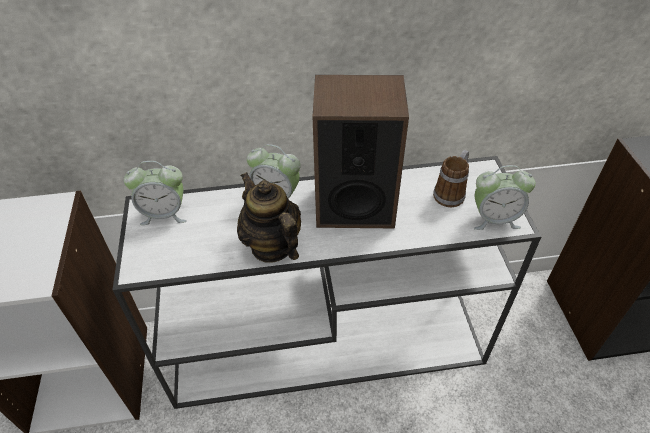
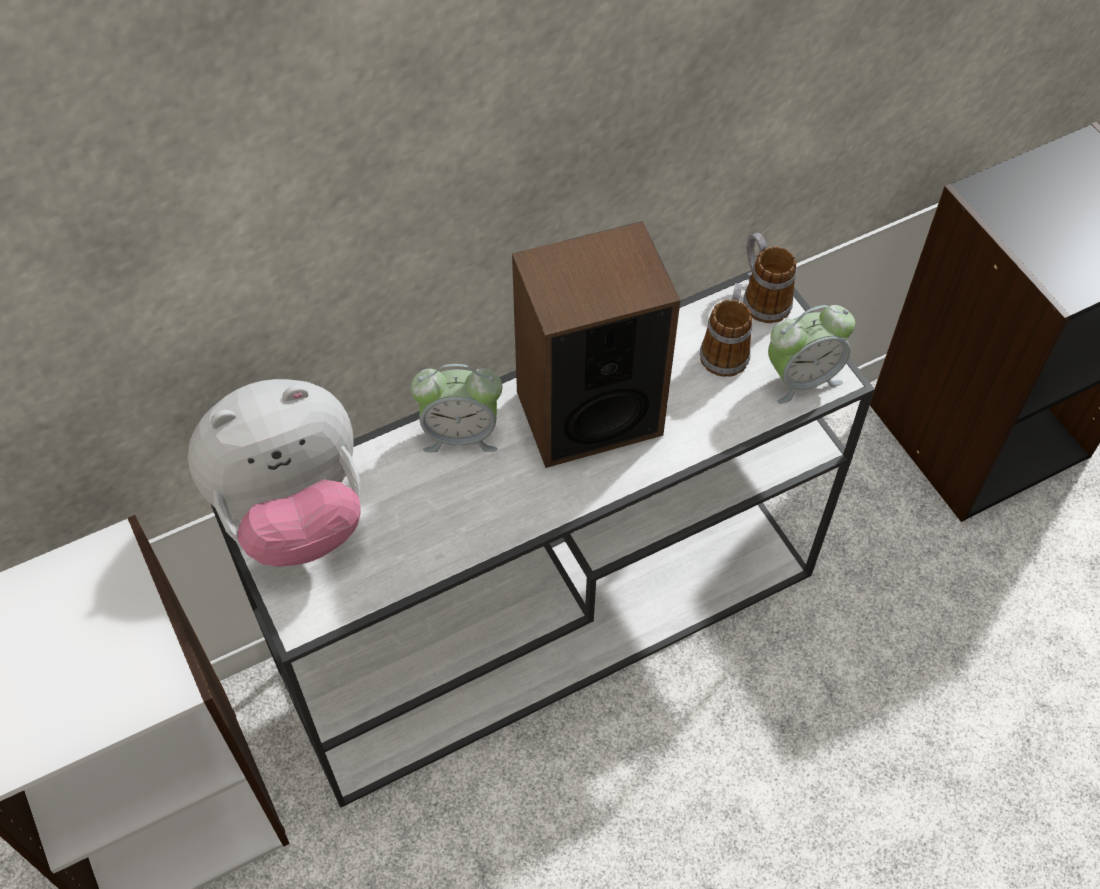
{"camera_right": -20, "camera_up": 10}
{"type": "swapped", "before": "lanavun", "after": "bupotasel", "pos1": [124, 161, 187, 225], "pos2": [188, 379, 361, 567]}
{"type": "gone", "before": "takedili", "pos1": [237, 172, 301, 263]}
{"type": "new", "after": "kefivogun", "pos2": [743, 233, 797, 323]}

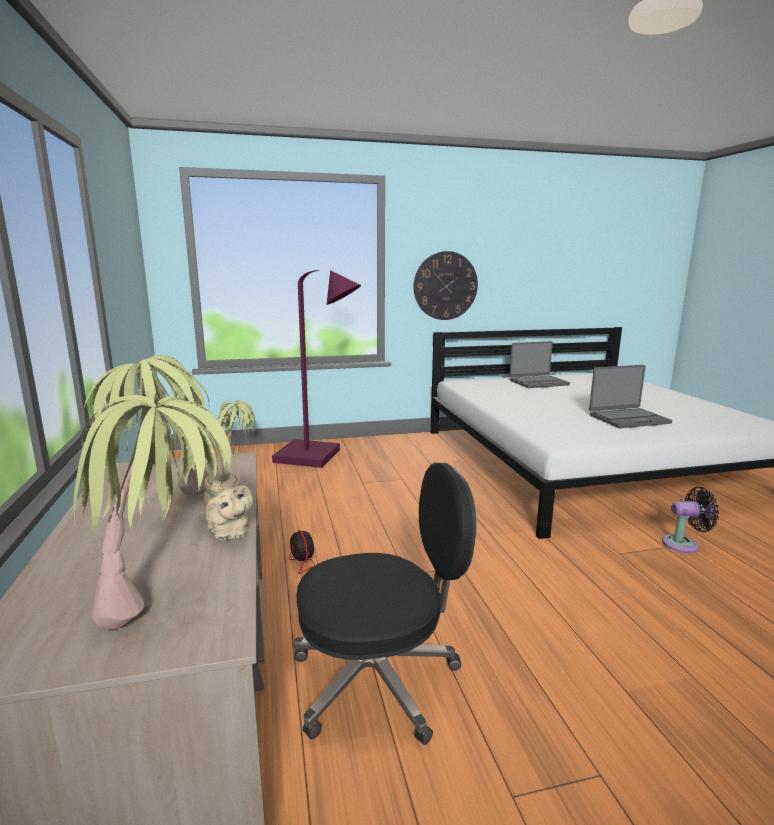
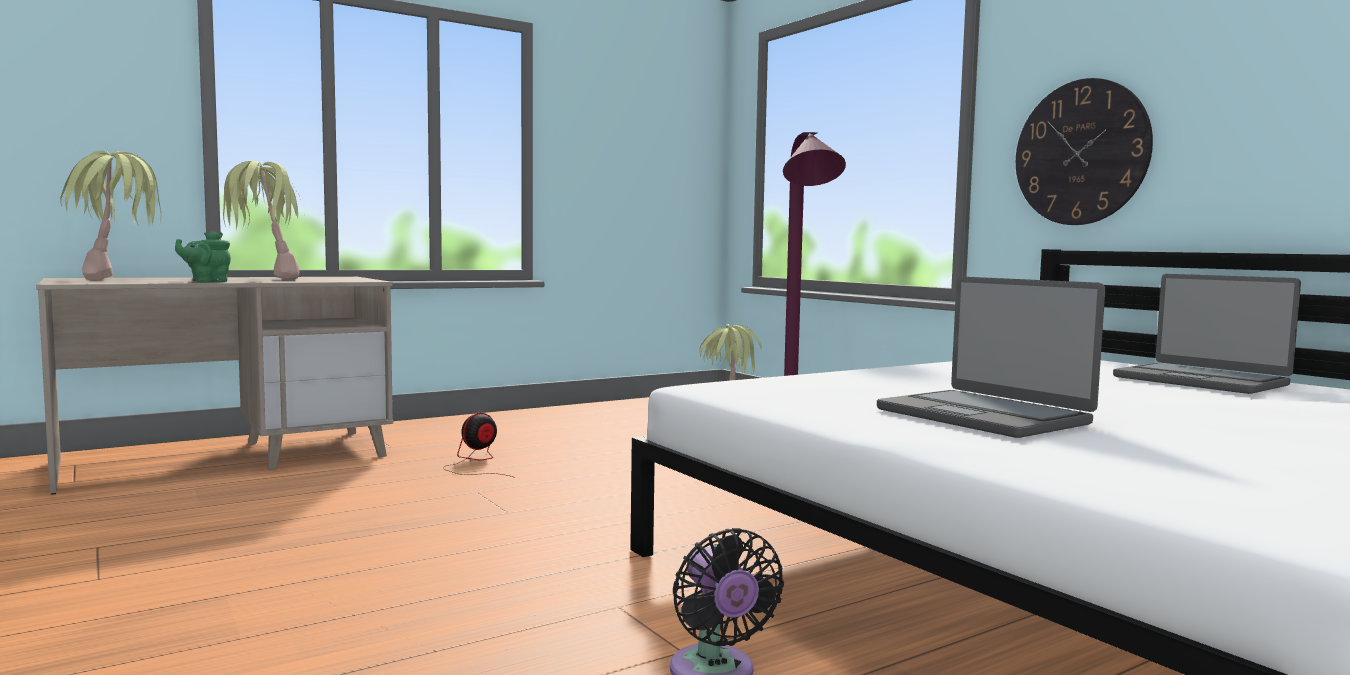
{"camera_right": 70, "camera_up": -10}
{"type": "gone", "before": "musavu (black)", "pos1": [294, 463, 476, 745]}
{"type": "repainted", "before": "takedili (beige)", "after": "takedili (green)", "pos1": [204, 465, 253, 540], "pos2": [175, 231, 231, 282]}

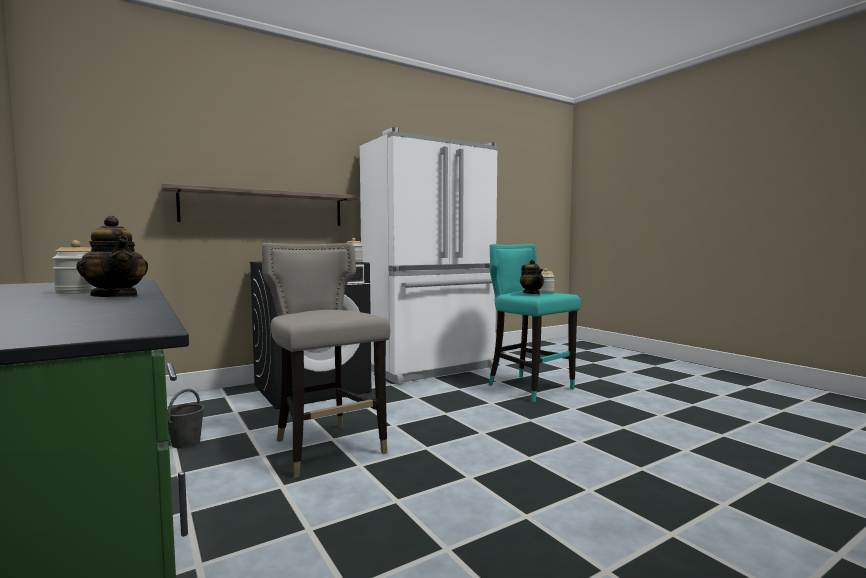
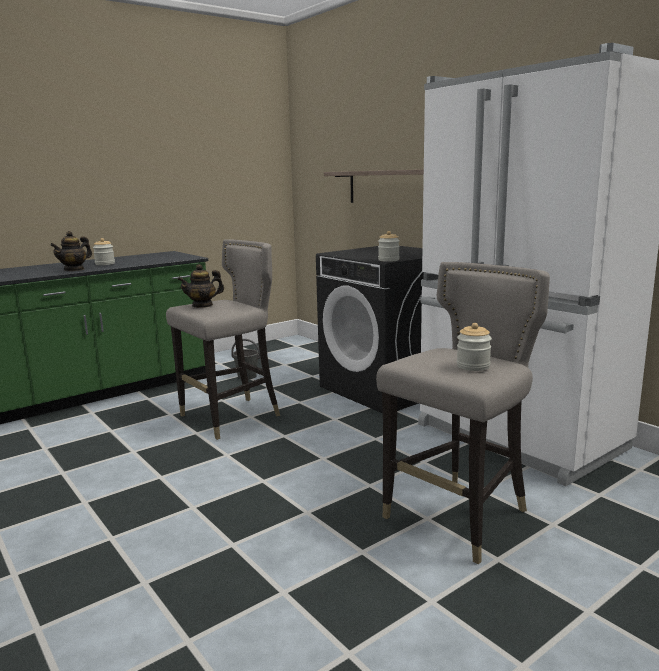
{"camera_right": 85, "camera_up": 10}
{"type": "repainted", "before": "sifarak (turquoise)", "after": "sifarak (grey)", "pos1": [489, 244, 581, 402], "pos2": [376, 262, 550, 564]}
{"type": "shifted", "before": "takedili", "pos1": [520, 259, 544, 294], "pos2": [177, 264, 224, 308]}

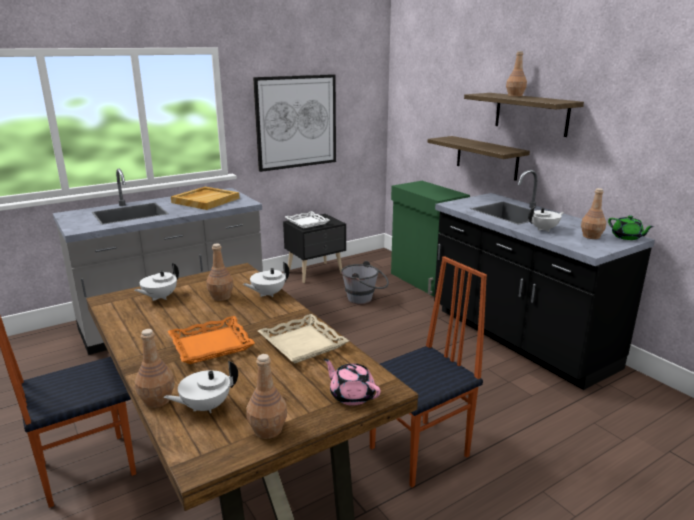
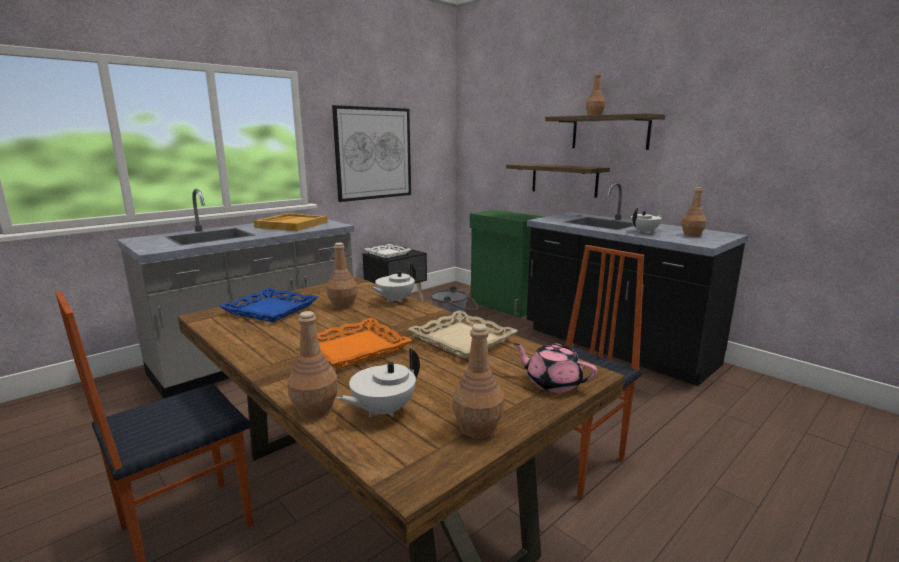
{"camera_right": -10, "camera_up": -5}
{"type": "gone", "before": "takedili (green)", "pos1": [608, 215, 654, 240]}
{"type": "swapped", "before": "takedili (white)", "after": "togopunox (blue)", "pos1": [135, 263, 179, 301], "pos2": [219, 288, 318, 322]}

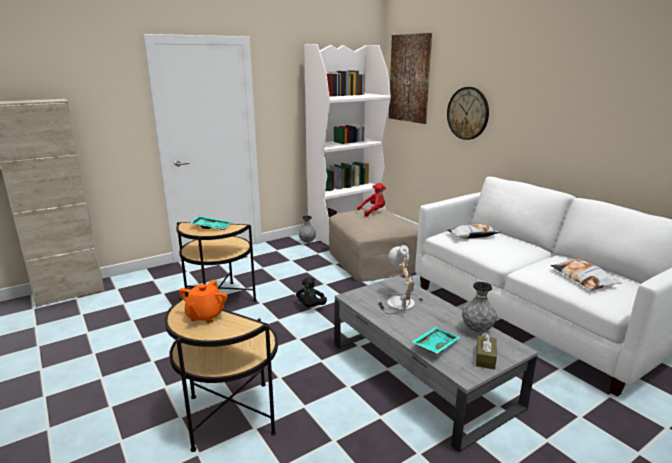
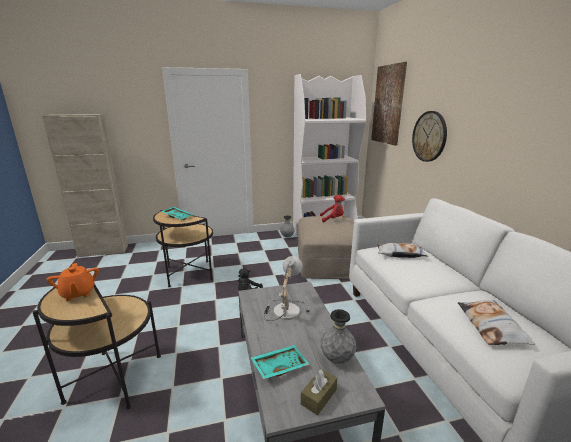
{"camera_right": 20, "camera_up": 0}
{"type": "rotated", "before": "takedili (orange)", "pos1": [179, 280, 227, 323], "pos2": [46, 263, 99, 301], "turn": -60}

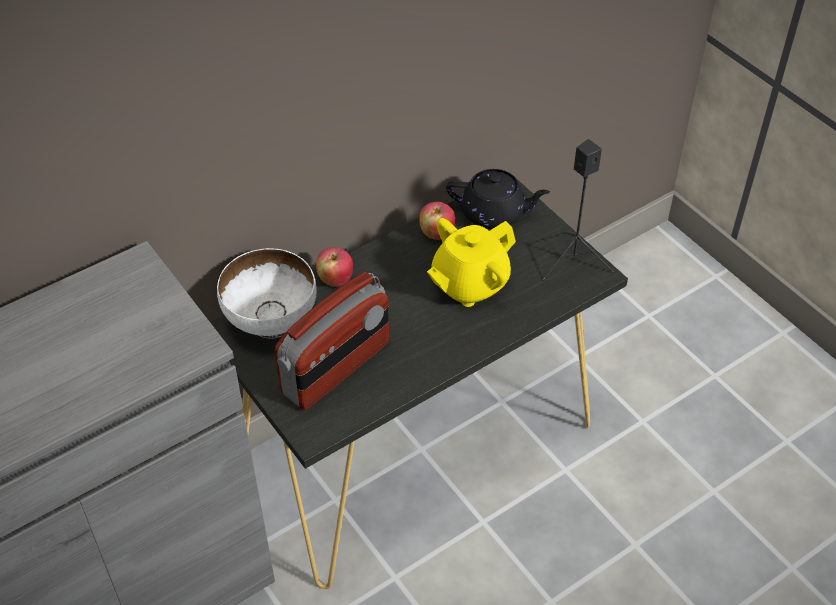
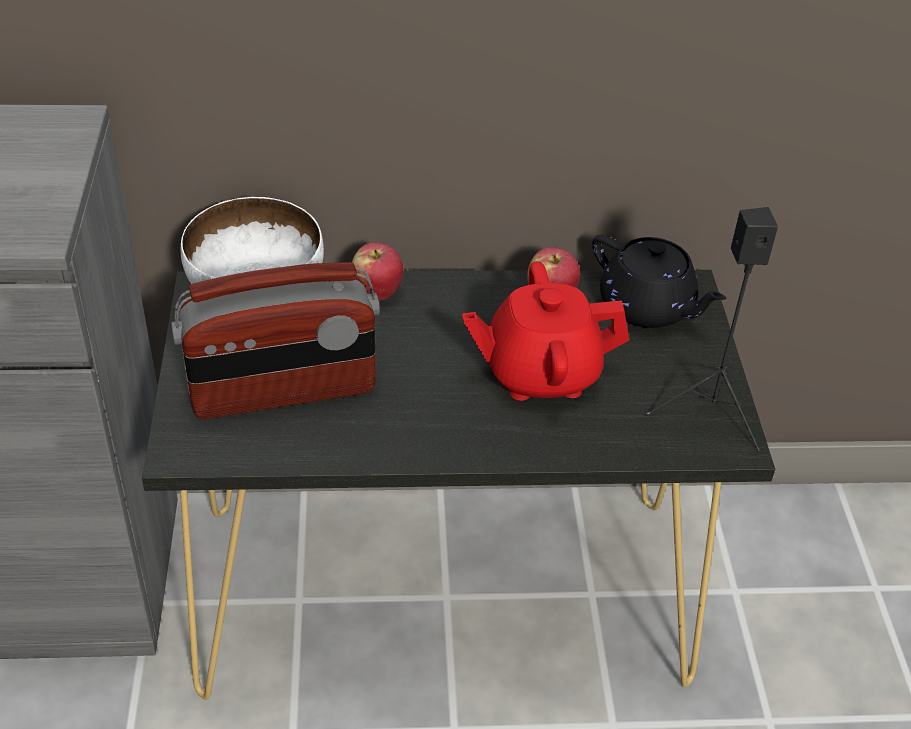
{"camera_right": 30, "camera_up": -5}
{"type": "repainted", "before": "takedili (yellow)", "after": "takedili (red)", "pos1": [427, 218, 516, 307], "pos2": [462, 261, 629, 401]}

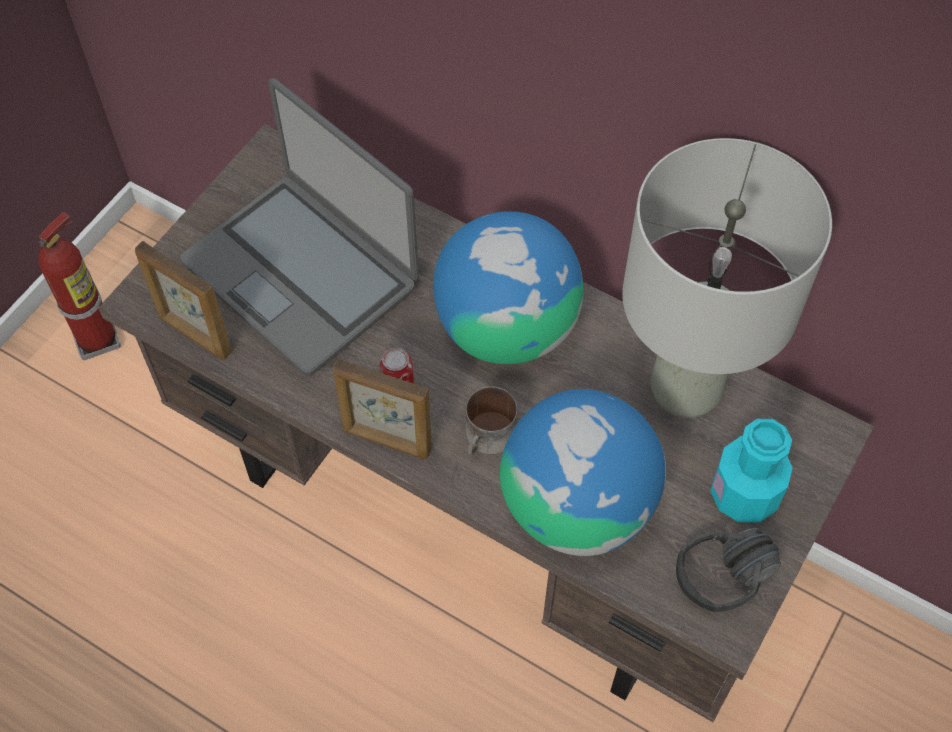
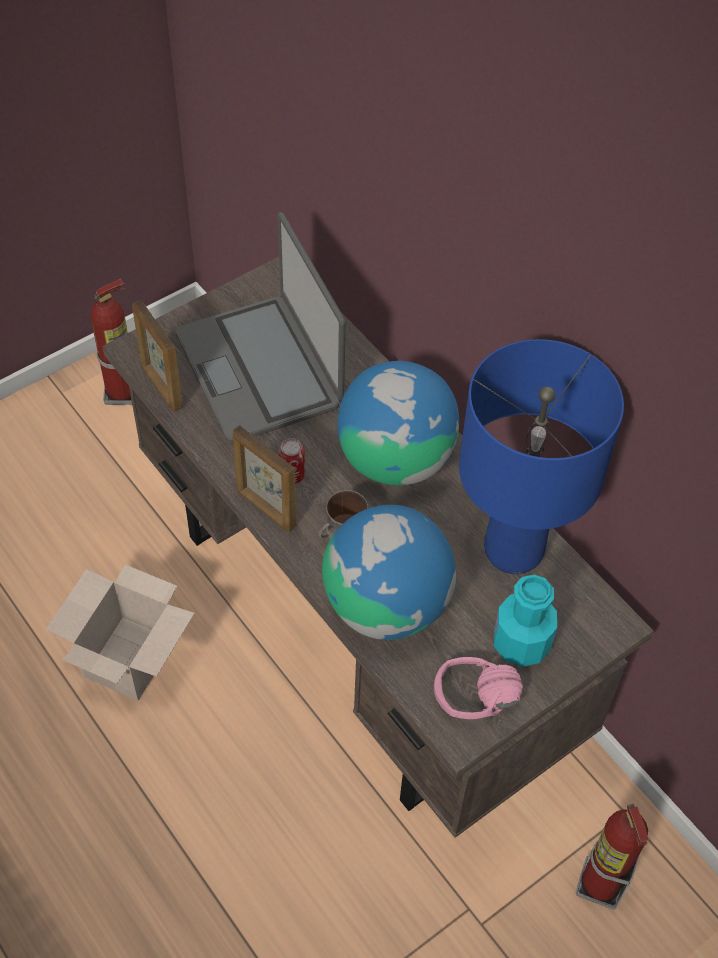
{"camera_right": 20, "camera_up": -5}
{"type": "repainted", "before": "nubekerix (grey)", "after": "nubekerix (blue)", "pos1": [622, 138, 832, 418], "pos2": [459, 339, 624, 574]}
{"type": "repainted", "before": "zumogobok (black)", "after": "zumogobok (pink)", "pos1": [676, 528, 781, 612], "pos2": [434, 657, 523, 719]}
{"type": "new", "after": "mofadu", "pos2": [46, 565, 195, 701]}
{"type": "new", "after": "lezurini", "pos2": [576, 804, 649, 910]}

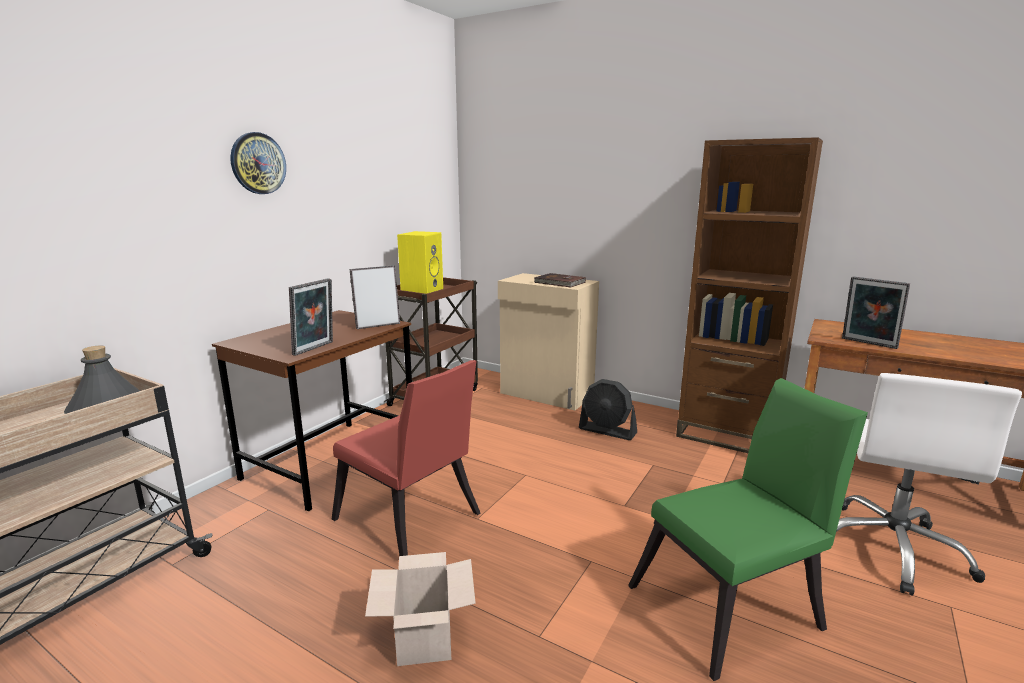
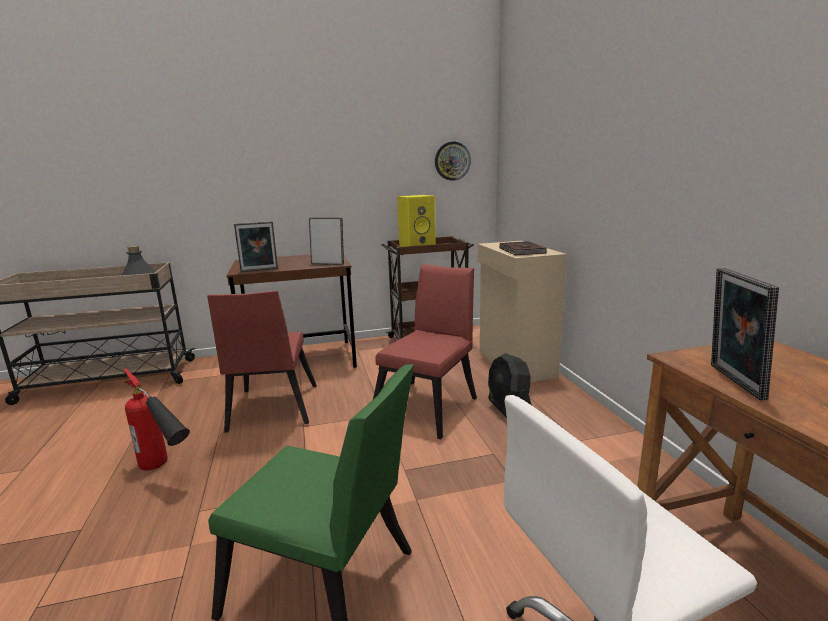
{"camera_right": 45, "camera_up": 0}
{"type": "shifted", "before": "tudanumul", "pos1": [230, 132, 286, 194], "pos2": [435, 142, 471, 181]}
{"type": "gone", "before": "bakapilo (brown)", "pos1": [676, 137, 823, 453]}
{"type": "swapped", "before": "mofadu", "after": "lezurini", "pos1": [365, 552, 476, 666], "pos2": [123, 368, 190, 470]}
{"type": "new", "after": "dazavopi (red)", "pos2": [373, 264, 477, 440]}

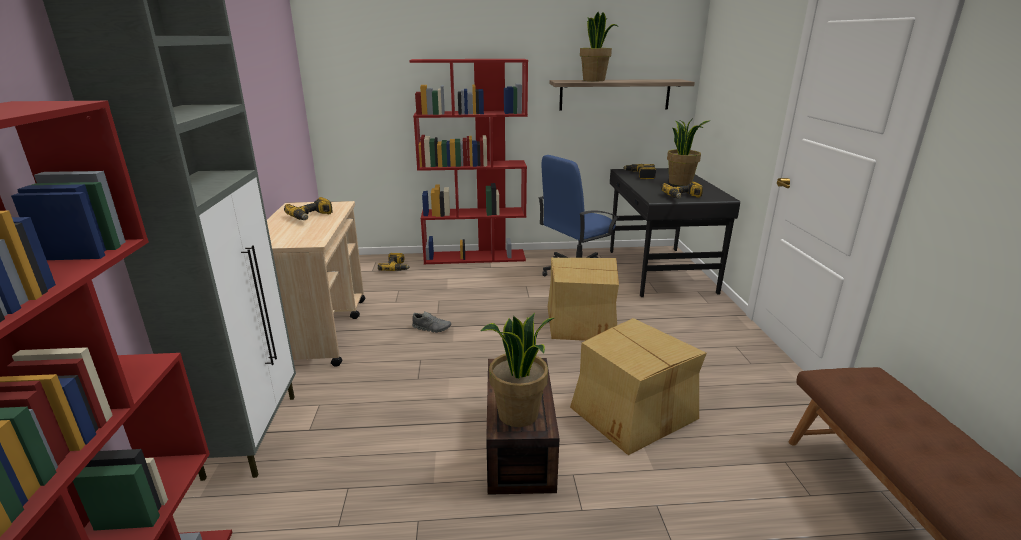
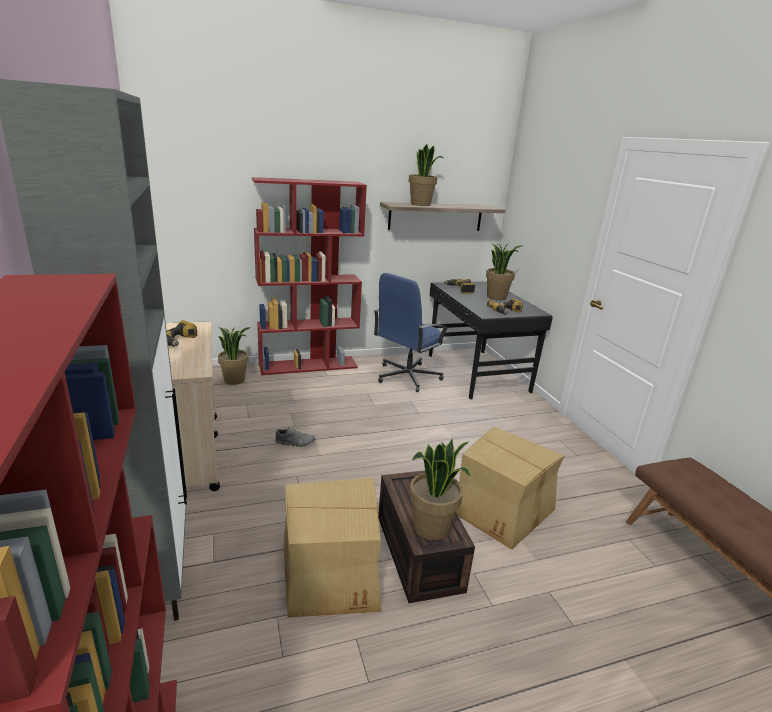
{"camera_right": -15, "camera_up": 0}
{"type": "swapped", "before": "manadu", "after": "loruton", "pos1": [378, 253, 410, 271], "pos2": [218, 327, 251, 385]}
{"type": "shifted", "before": "mofadu", "pos1": [548, 258, 619, 341], "pos2": [283, 478, 382, 617]}

